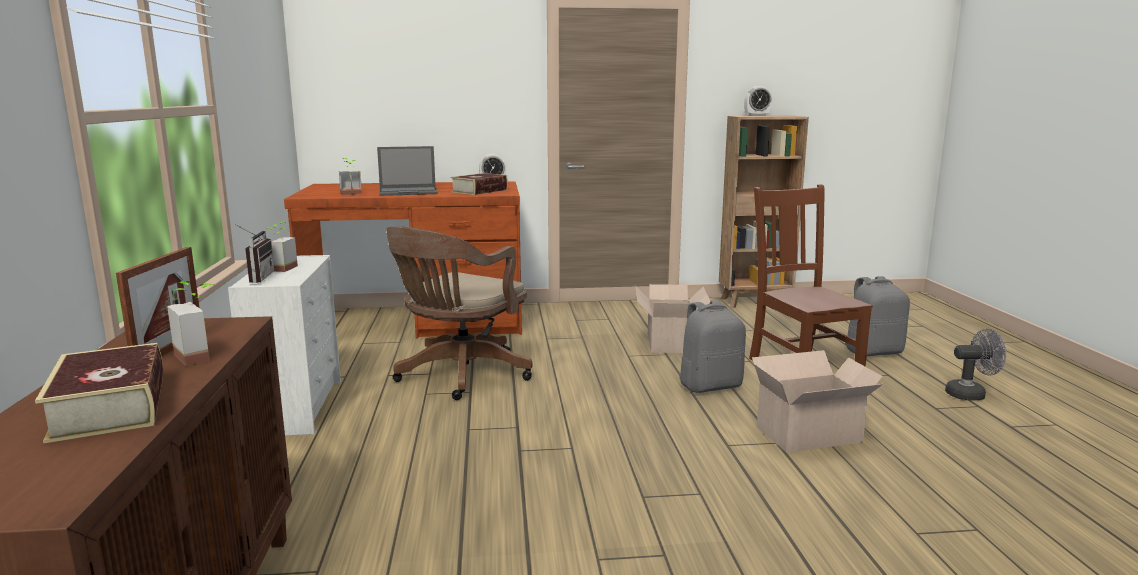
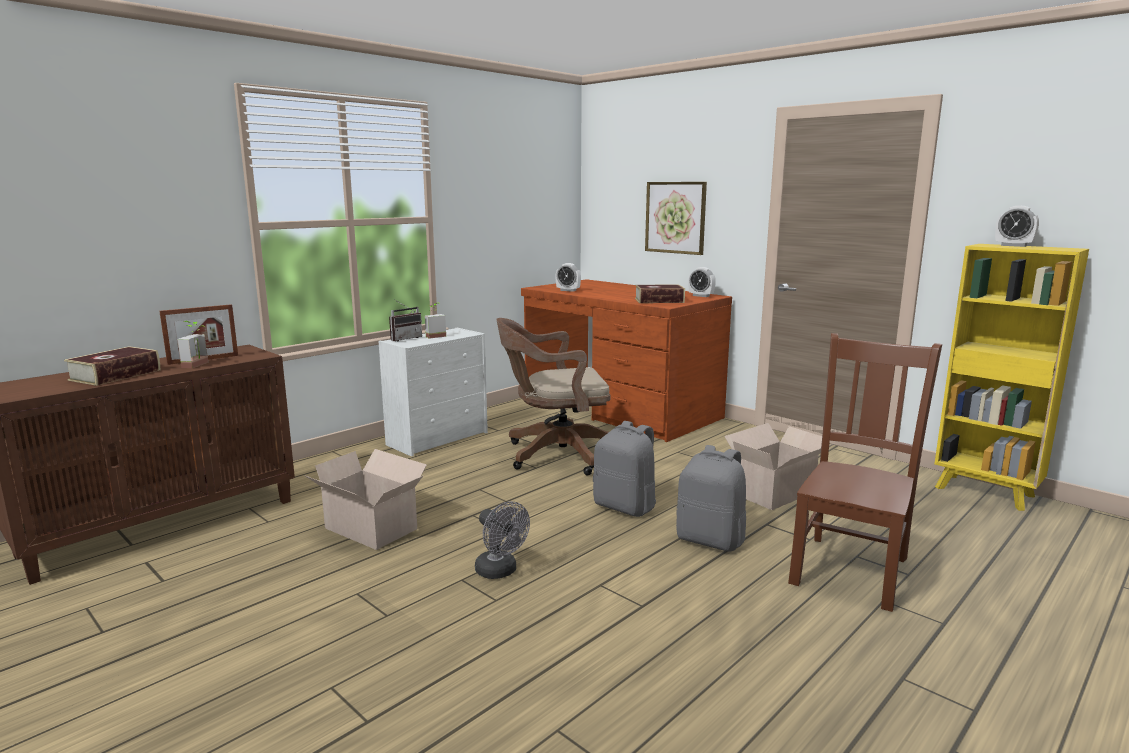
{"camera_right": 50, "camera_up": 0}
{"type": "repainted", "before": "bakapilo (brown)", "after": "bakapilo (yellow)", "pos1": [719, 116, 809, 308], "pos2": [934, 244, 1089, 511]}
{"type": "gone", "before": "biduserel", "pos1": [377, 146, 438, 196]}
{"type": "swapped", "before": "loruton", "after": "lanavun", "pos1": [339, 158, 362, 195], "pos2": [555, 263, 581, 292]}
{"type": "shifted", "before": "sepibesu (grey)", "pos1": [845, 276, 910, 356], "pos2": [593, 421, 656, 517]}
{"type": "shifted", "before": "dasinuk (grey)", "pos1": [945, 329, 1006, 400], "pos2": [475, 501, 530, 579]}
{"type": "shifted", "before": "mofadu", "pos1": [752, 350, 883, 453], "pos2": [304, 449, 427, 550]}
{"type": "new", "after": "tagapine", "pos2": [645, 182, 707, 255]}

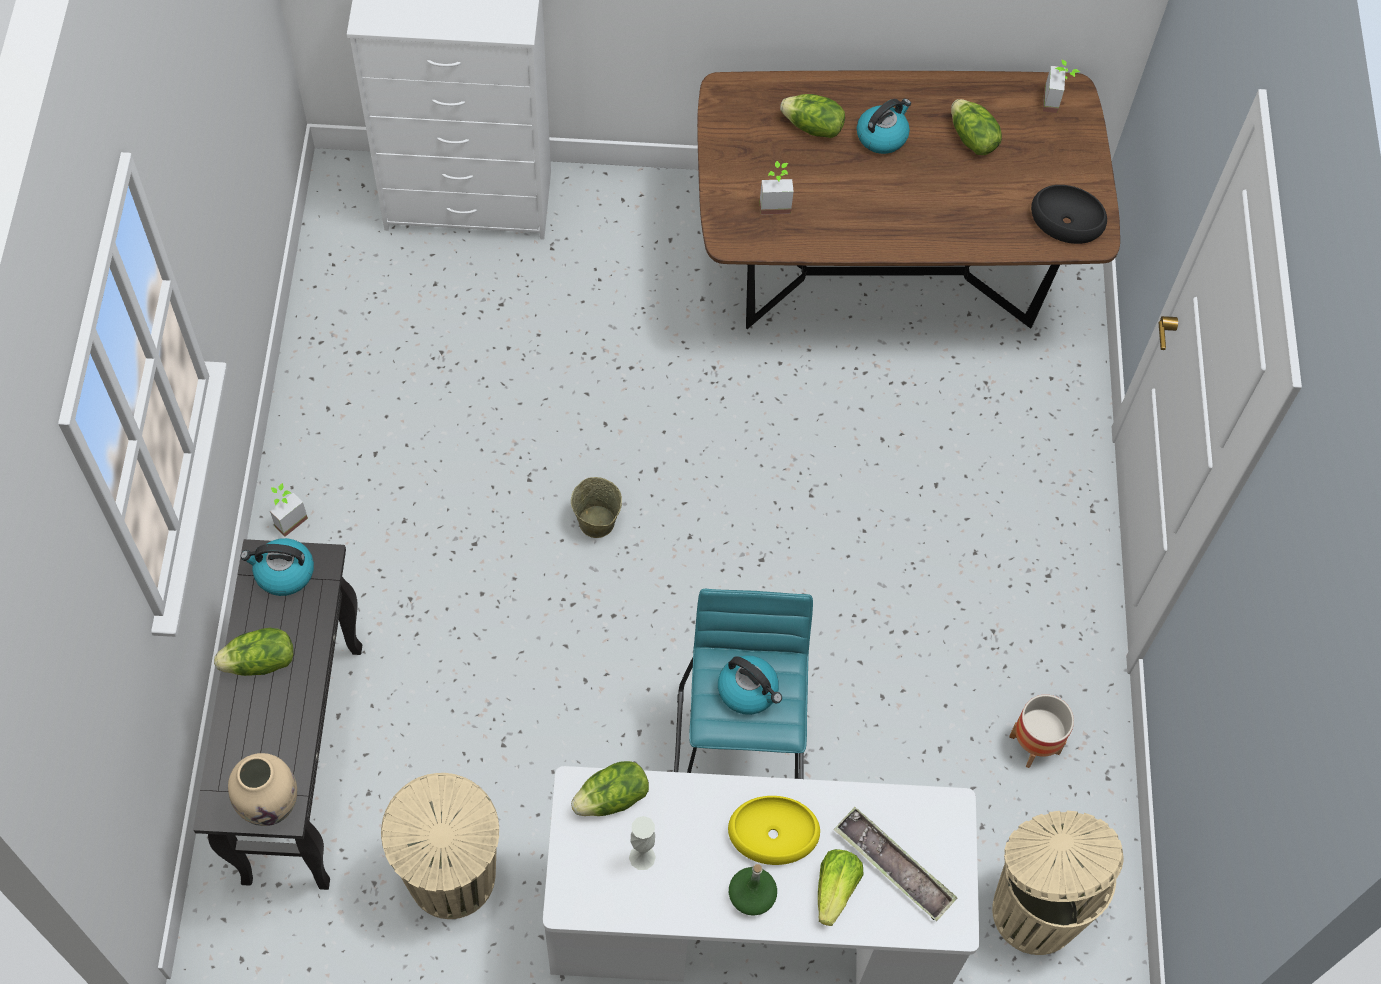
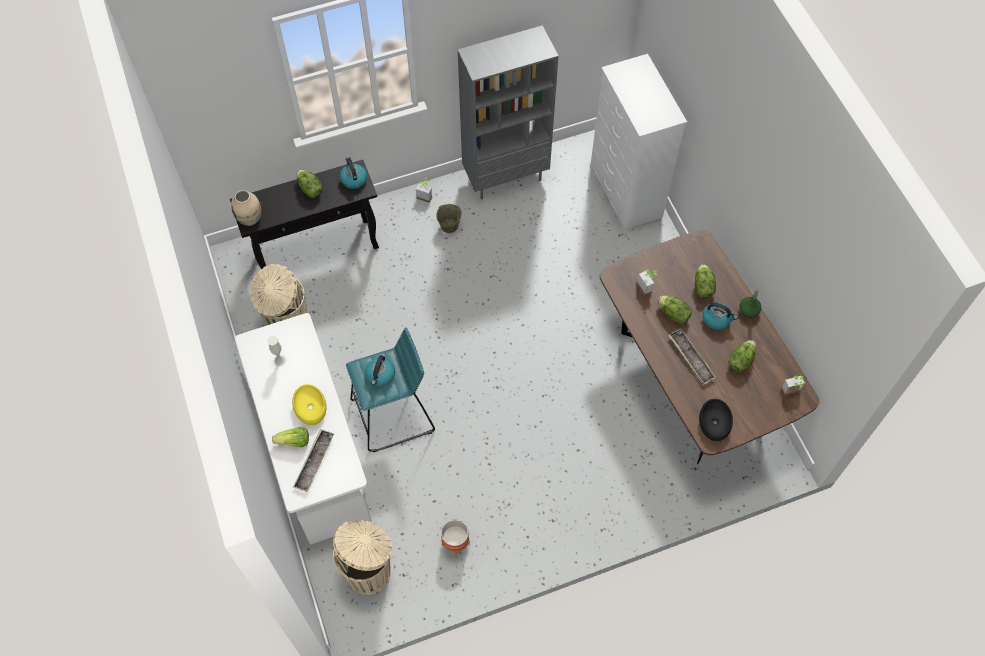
{"camera_right": 70, "camera_up": 0}
{"type": "shifted", "before": "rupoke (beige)", "pos1": [571, 477, 622, 538], "pos2": [436, 204, 462, 233]}
{"type": "shifted", "before": "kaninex", "pos1": [571, 761, 649, 816], "pos2": [658, 296, 692, 324]}
{"type": "shifted", "before": "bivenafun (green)", "pos1": [729, 864, 777, 916], "pos2": [739, 288, 762, 318]}
{"type": "new", "after": "bakapilo (grey)", "pos2": [458, 25, 558, 199]}
{"type": "new", "after": "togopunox", "pos2": [668, 328, 717, 384]}

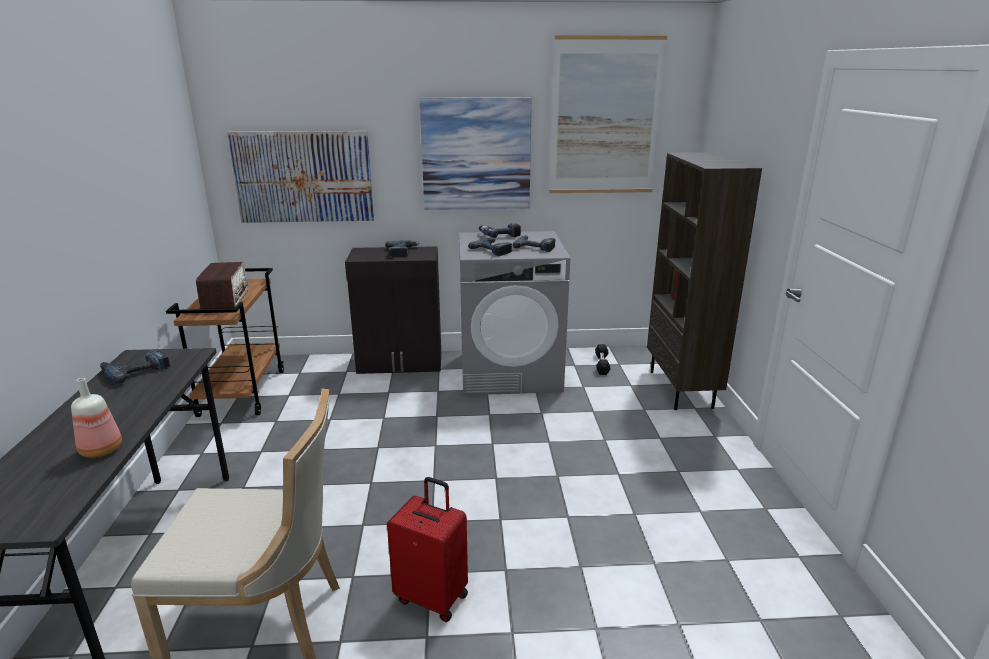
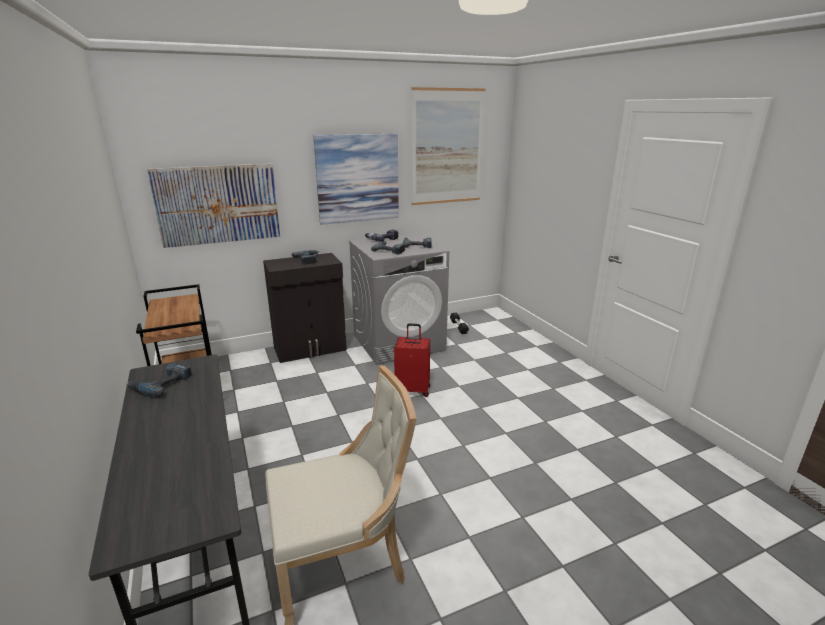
{"camera_right": -20, "camera_up": 0}
{"type": "gone", "before": "bakapilo (brown)", "pos1": [647, 152, 762, 410]}
{"type": "gone", "before": "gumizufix", "pos1": [196, 262, 249, 309]}
{"type": "gone", "before": "bivenafun", "pos1": [71, 378, 122, 458]}
{"type": "shifted", "before": "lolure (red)", "pos1": [387, 477, 468, 622], "pos2": [394, 324, 430, 397]}

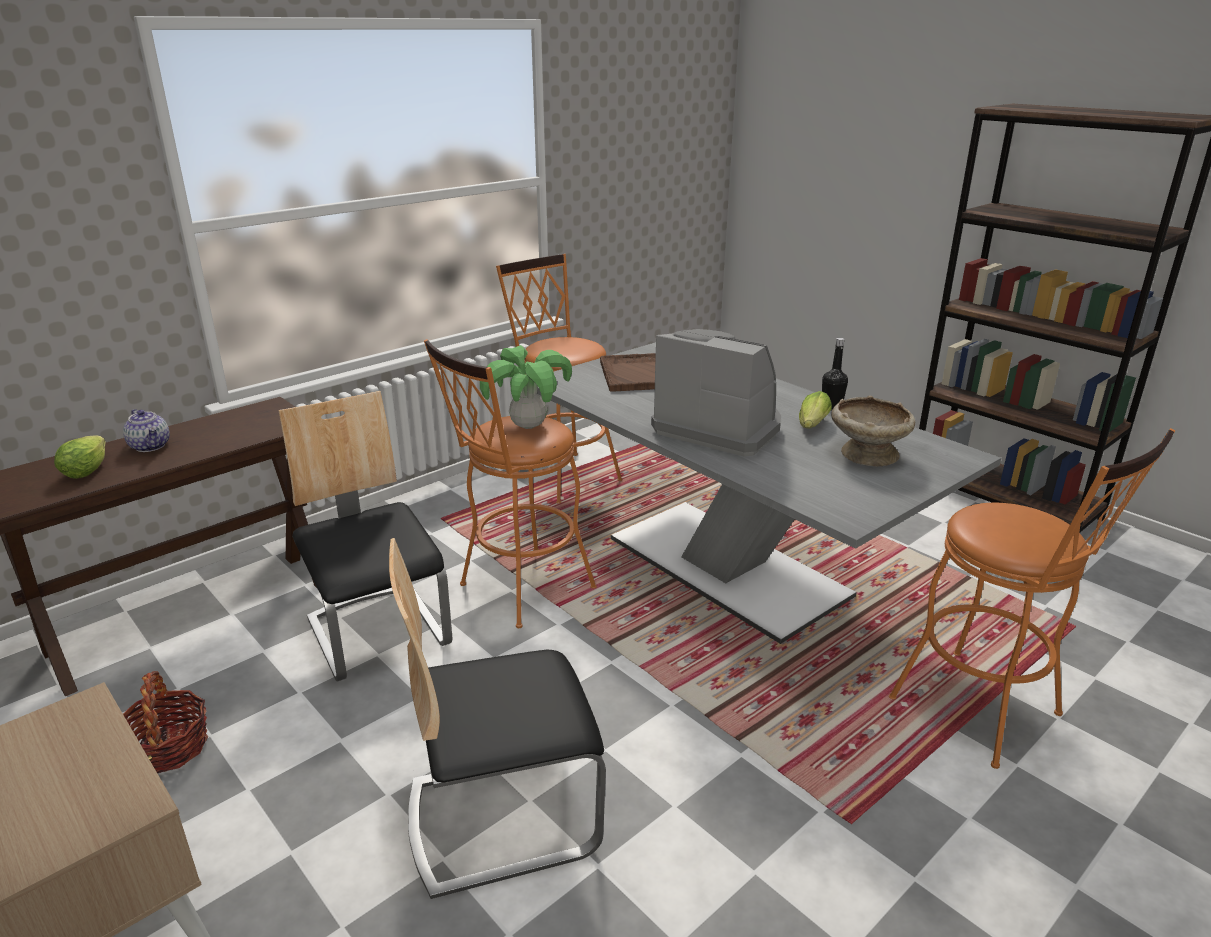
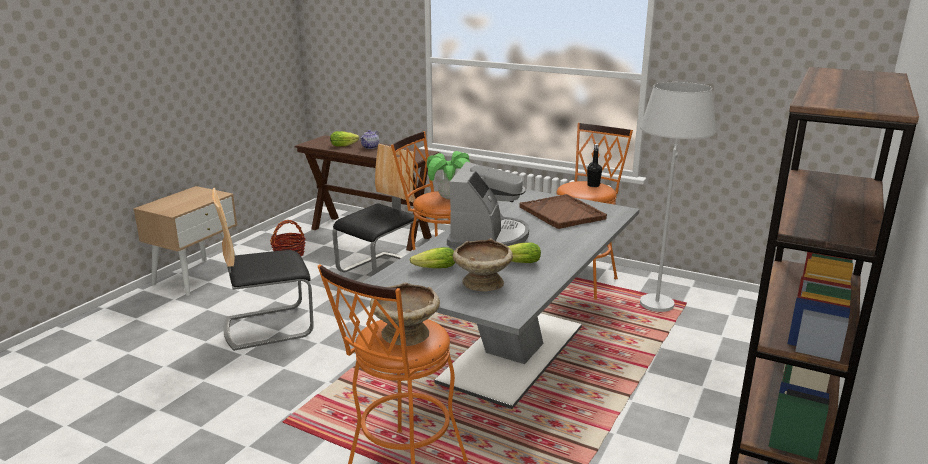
{"camera_right": 70, "camera_up": -5}
{"type": "shifted", "before": "bivenafun (black)", "pos1": [822, 338, 848, 411], "pos2": [587, 144, 602, 187]}
{"type": "rotated", "before": "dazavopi", "pos1": [389, 538, 606, 899], "pos2": [212, 188, 314, 351], "turn": -75}
{"type": "new", "after": "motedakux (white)", "pos2": [640, 82, 717, 312]}
{"type": "new", "after": "kaninex", "pos2": [410, 247, 455, 268]}
{"type": "new", "after": "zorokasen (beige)", "pos2": [370, 282, 440, 346]}

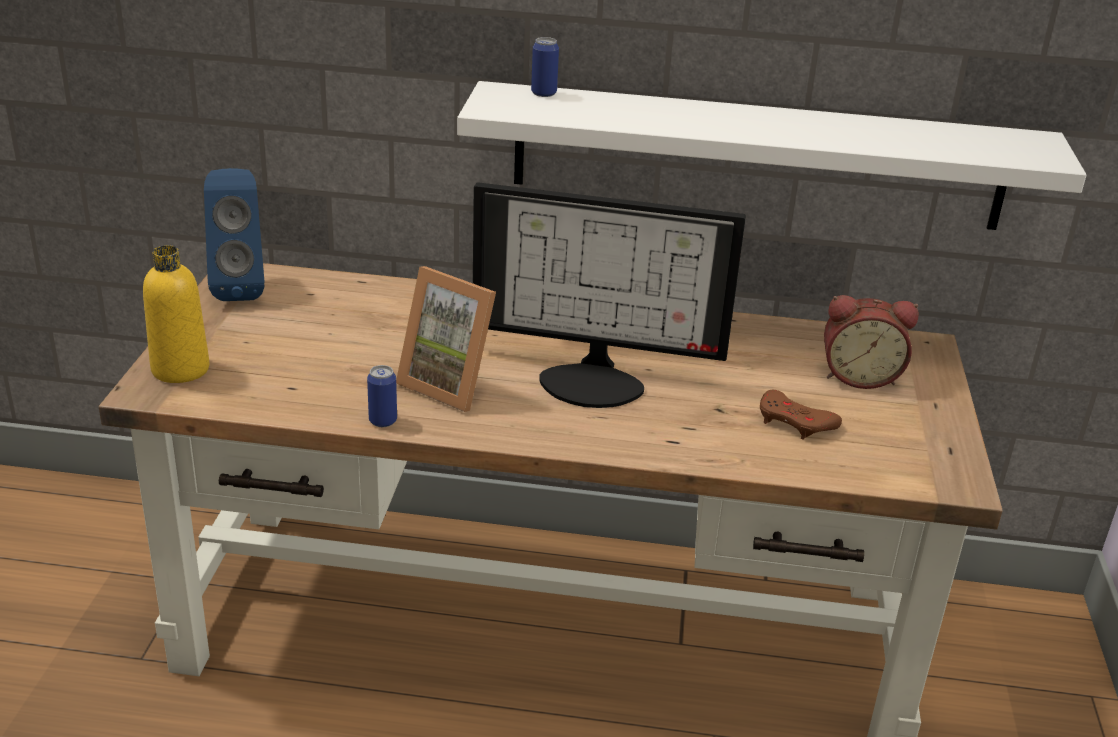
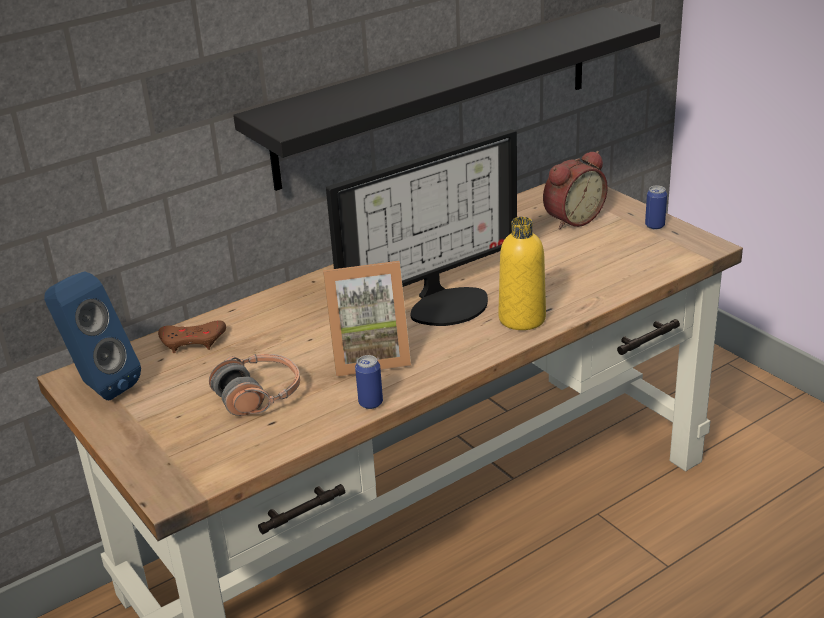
{"camera_right": -40, "camera_up": 0}
{"type": "shifted", "before": "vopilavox", "pos1": [531, 37, 559, 97], "pos2": [645, 186, 667, 229]}
{"type": "repainted", "before": "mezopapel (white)", "after": "mezopapel (black)", "pos1": [457, 81, 1087, 230], "pos2": [233, 7, 661, 191]}
{"type": "shifted", "before": "bivenafun (yellow)", "pos1": [143, 245, 210, 383], "pos2": [499, 217, 546, 330]}
{"type": "shifted", "before": "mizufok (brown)", "pos1": [760, 390, 842, 440], "pos2": [158, 320, 226, 353]}
{"type": "new", "after": "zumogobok", "pos2": [209, 354, 300, 416]}

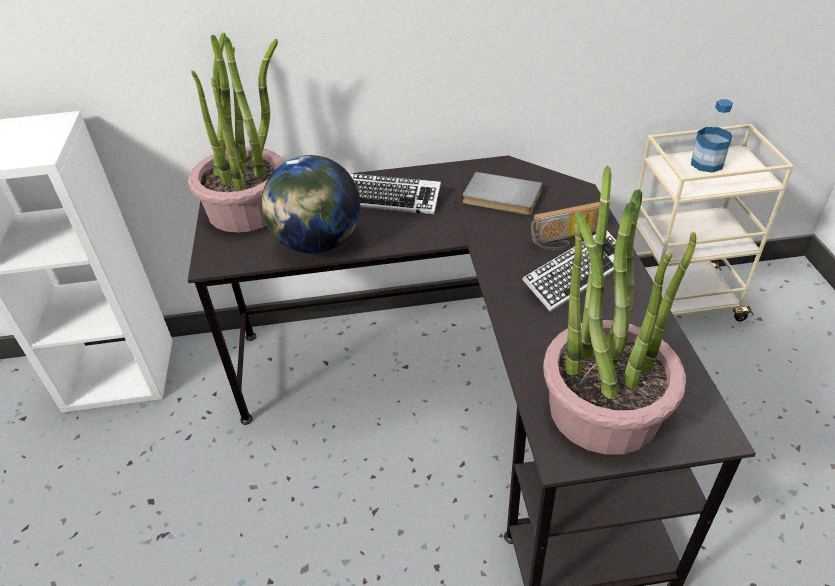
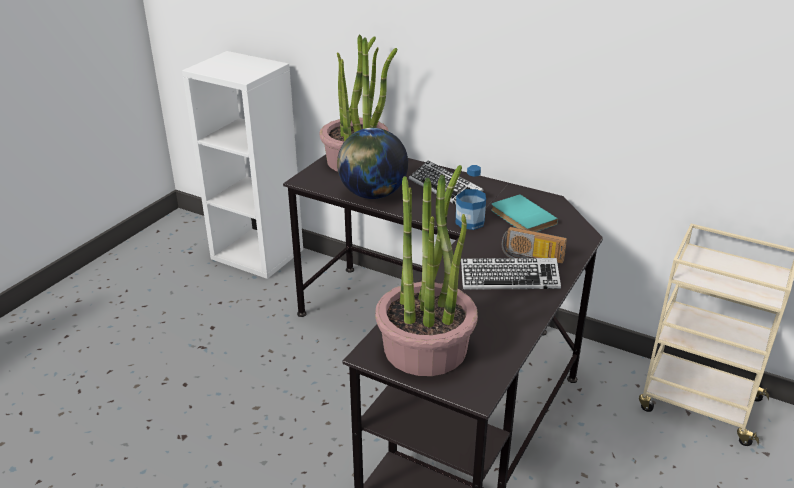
{"camera_right": 35, "camera_up": -10}
{"type": "shifted", "before": "bivenafun", "pos1": [691, 99, 733, 173], "pos2": [456, 165, 486, 230]}
{"type": "repainted", "before": "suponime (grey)", "after": "suponime (turquoise)", "pos1": [463, 172, 543, 215], "pos2": [491, 194, 558, 232]}

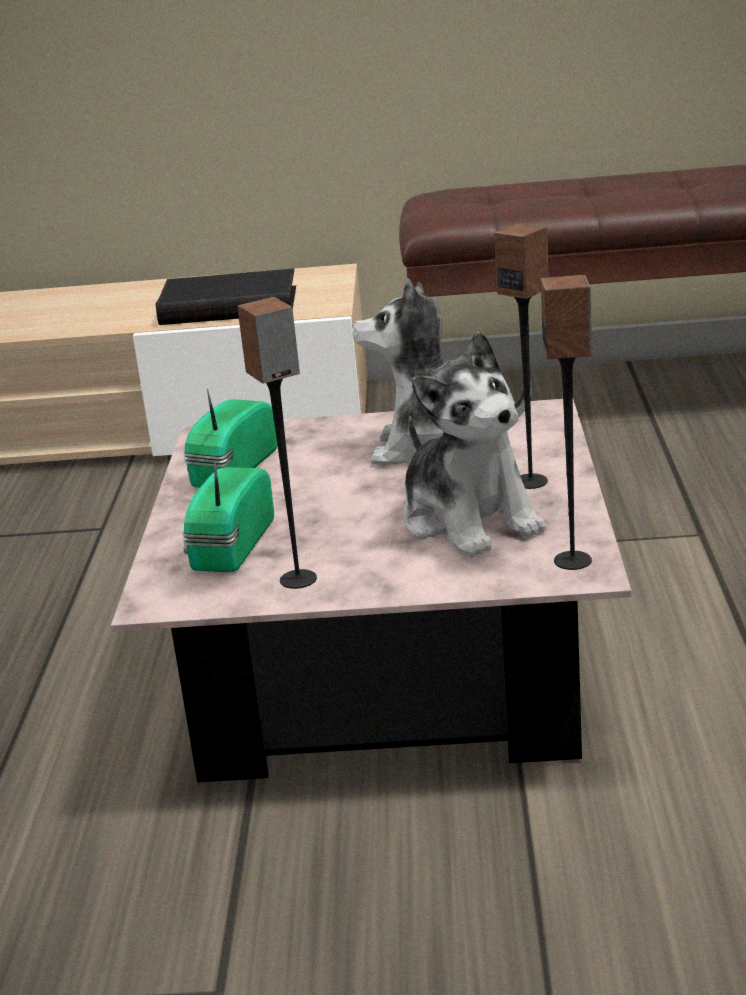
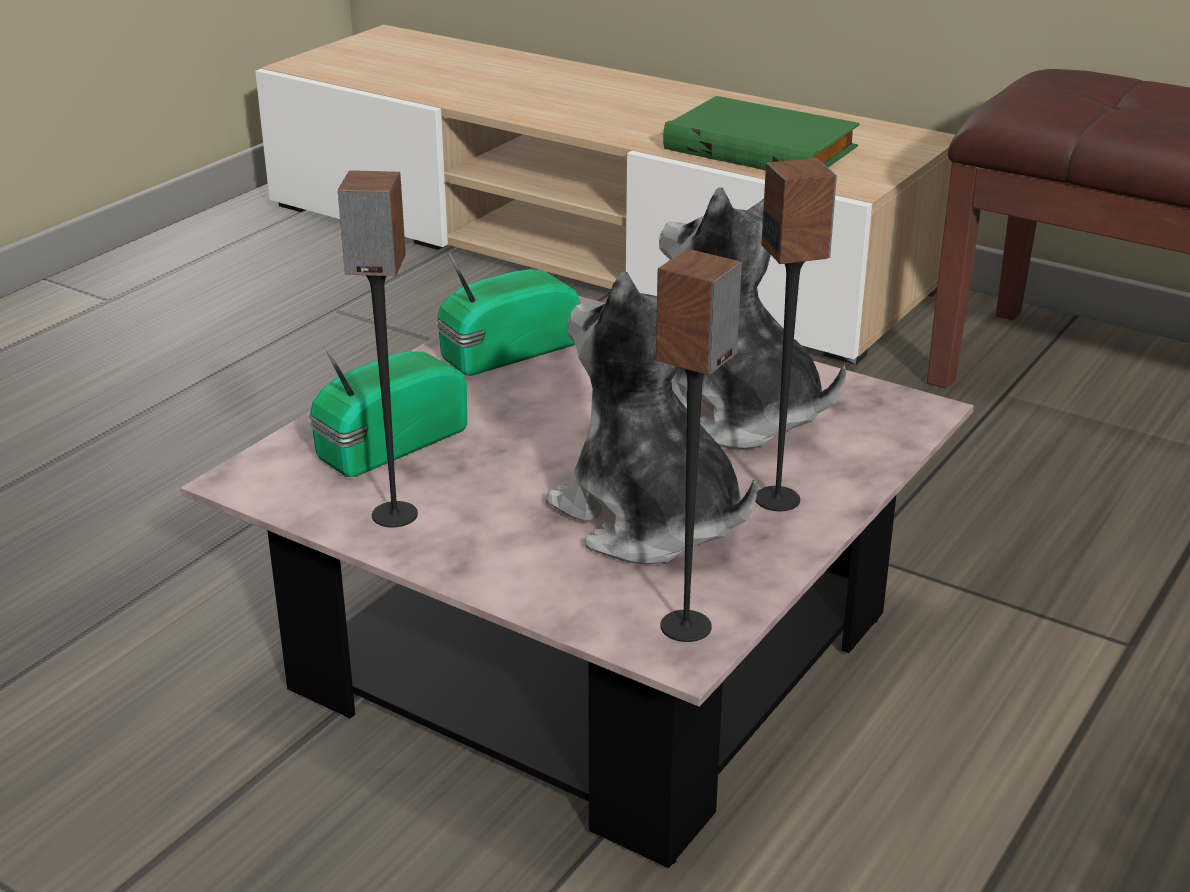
{"camera_right": 30, "camera_up": 5}
{"type": "repainted", "before": "suponime (black)", "after": "suponime (green)", "pos1": [156, 269, 296, 325], "pos2": [663, 96, 860, 170]}
{"type": "rotated", "before": "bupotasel", "pos1": [404, 331, 546, 557], "pos2": [545, 272, 757, 564], "turn": 135}

